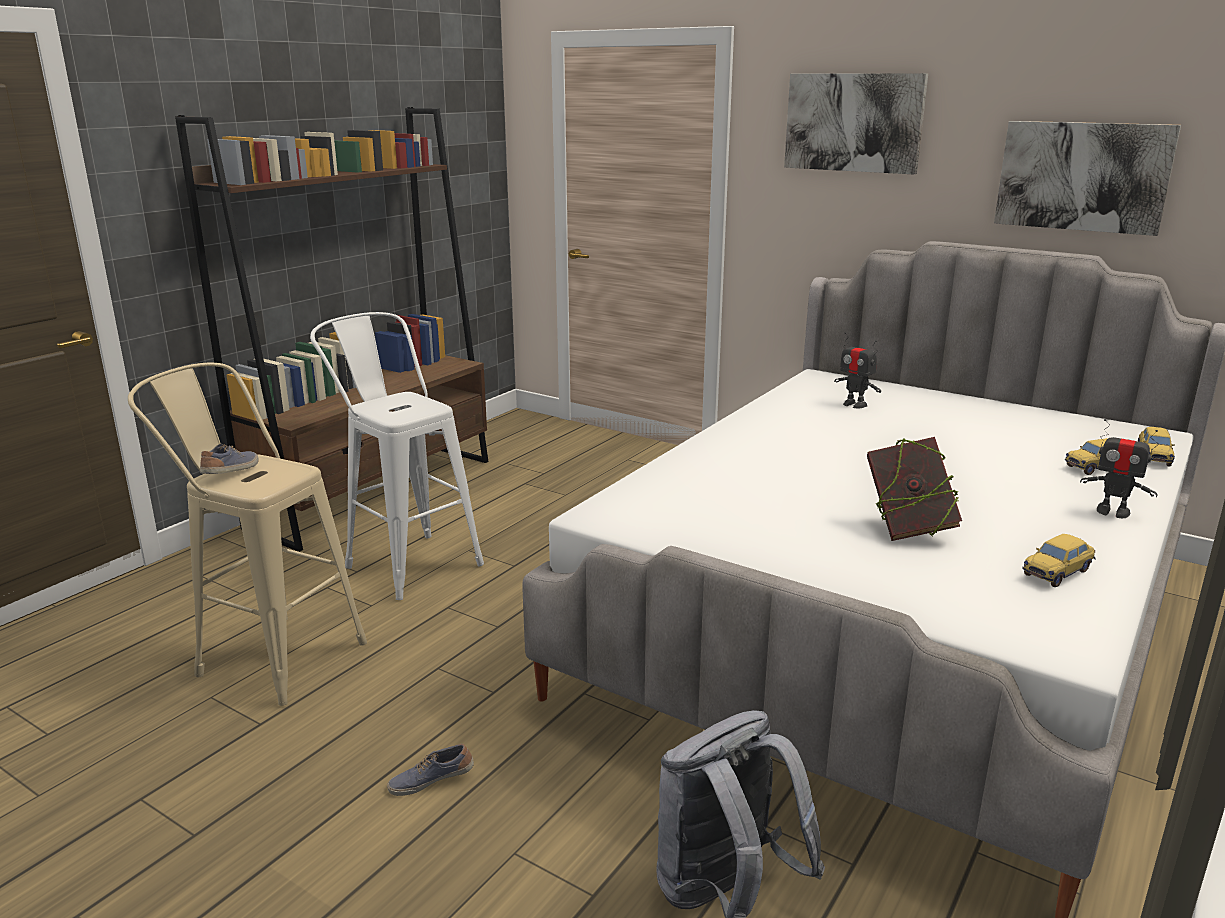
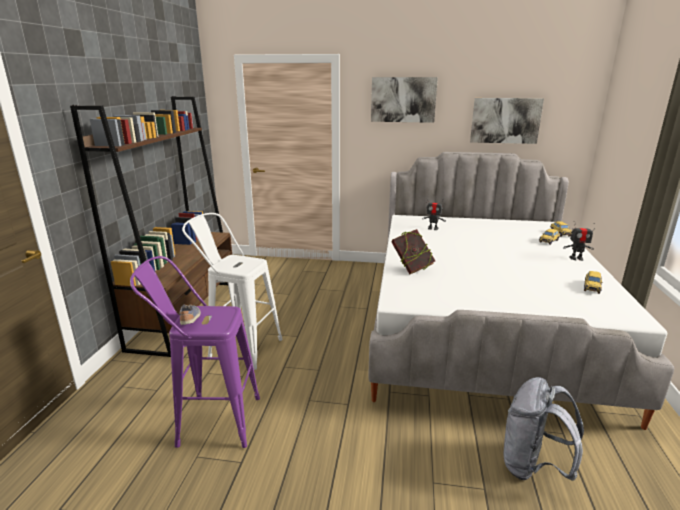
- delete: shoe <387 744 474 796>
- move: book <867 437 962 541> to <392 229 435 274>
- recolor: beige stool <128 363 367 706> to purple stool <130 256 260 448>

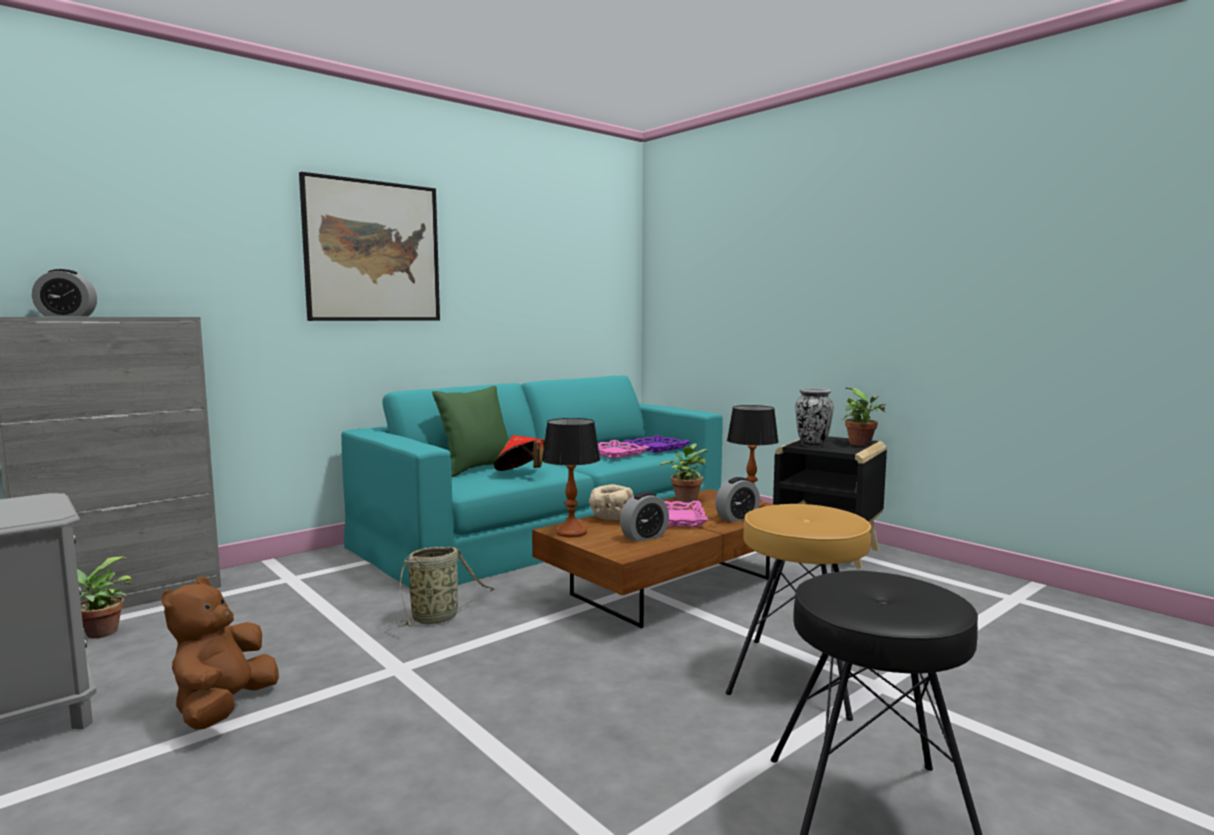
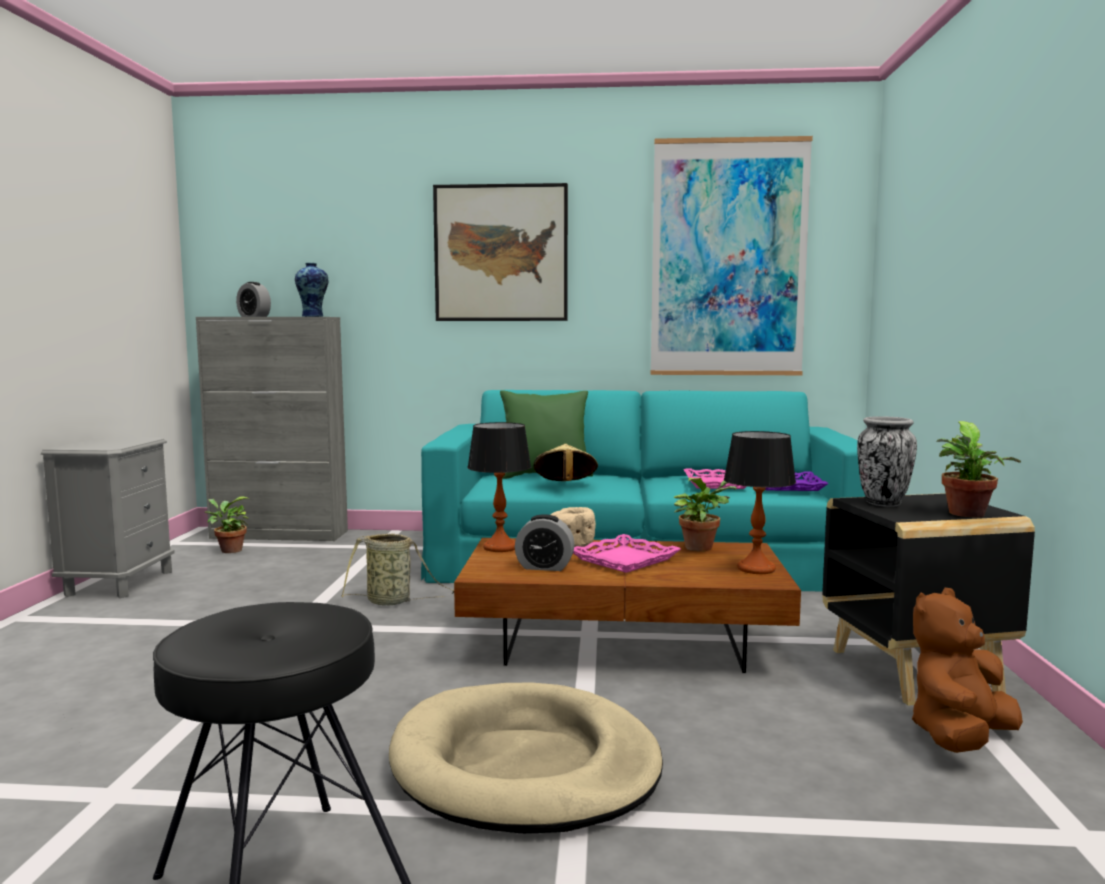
- delete: alarm clock <715 477 760 522>
- insert: vase <295 263 329 317>
- insert: picture <650 136 813 375>
- move: brown plush toy <161 576 279 730> to <912 588 1023 753>
- replace: brown stool <726 504 871 721> to beige dog bed <389 683 663 834>
- recolor: red hat <494 435 545 471> to beige hat <533 444 598 481>

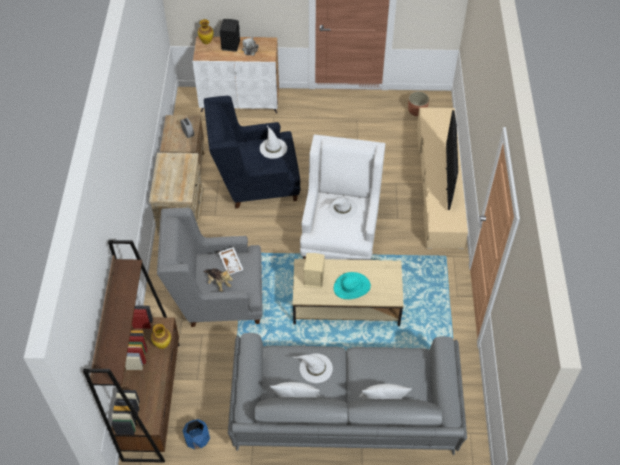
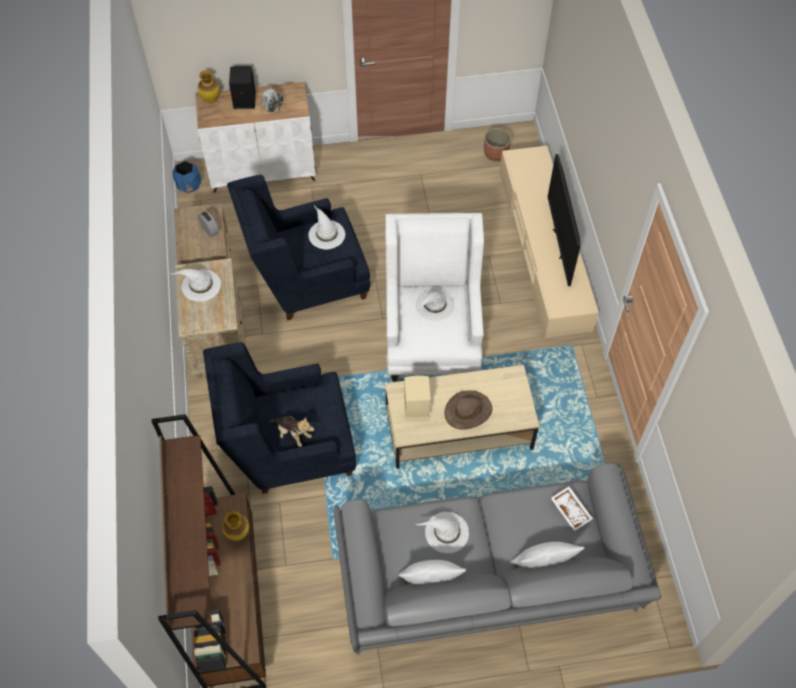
- insert: white hat <170 269 221 302>
- move: blue planter <183 419 210 449> to <172 161 201 193>
- move: white tray <218 247 243 275> to <551 486 593 531>
- recolor: grey armchair <157 208 263 327> to blue armchair <203 342 356 494>
- recolor: turquoise hat <334 272 371 299> to brown hat <445 390 492 430>

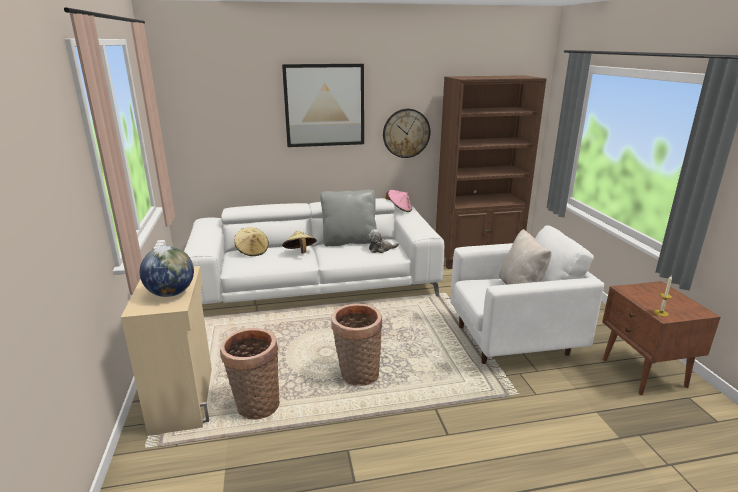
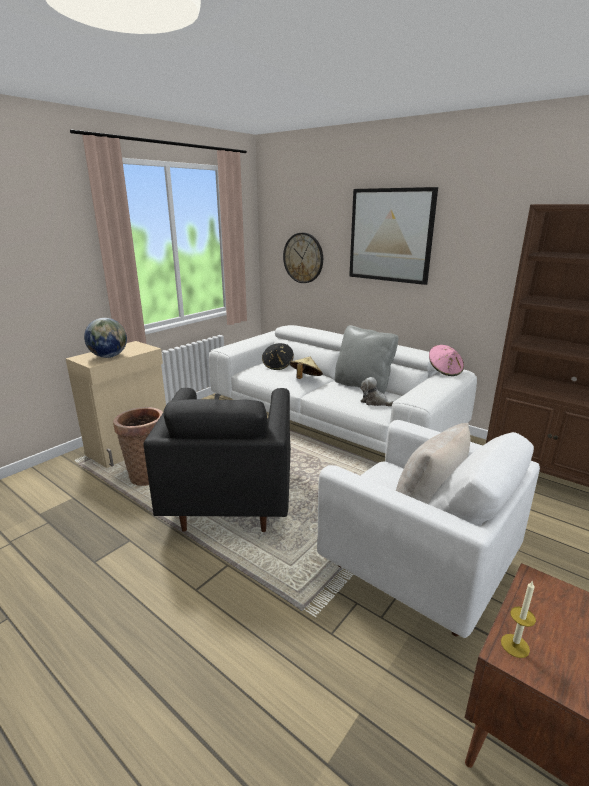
- move: wall clock <383 109 430 158> to <283 233 323 283>
- replace: basket <331 304 383 386> to black armchair <144 388 291 532>
- recolor: beige hat <234 227 269 256> to black hat <262 343 294 370>

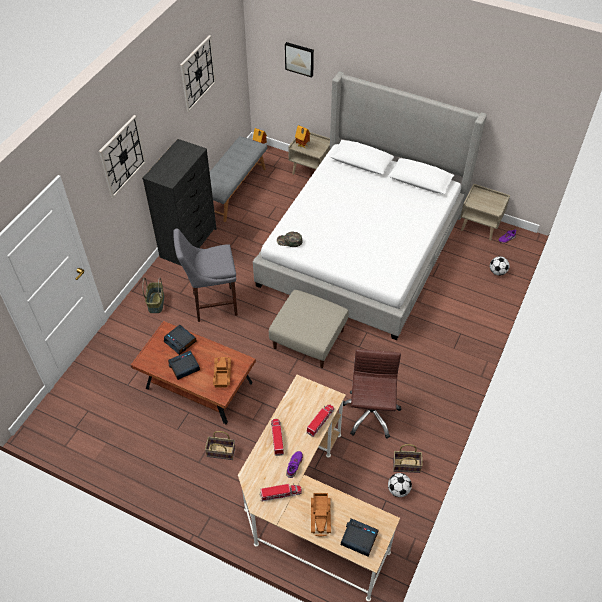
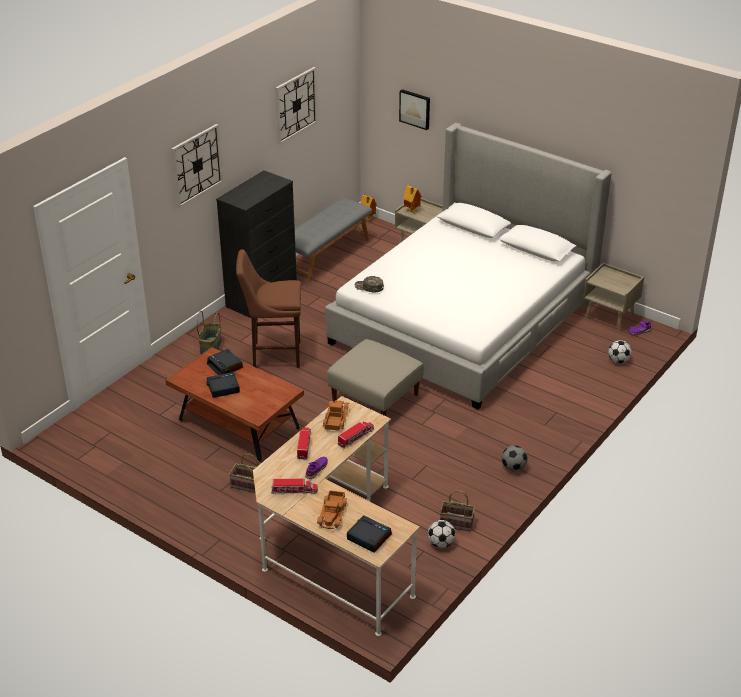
- delete: brown office chair <343 349 402 439>
- insert: football <502 445 528 471>
- move: toy truck <213 357 231 387> to <323 400 349 431>
- recolor: grey stool <173 229 238 322> to brown stool <236 249 301 368>

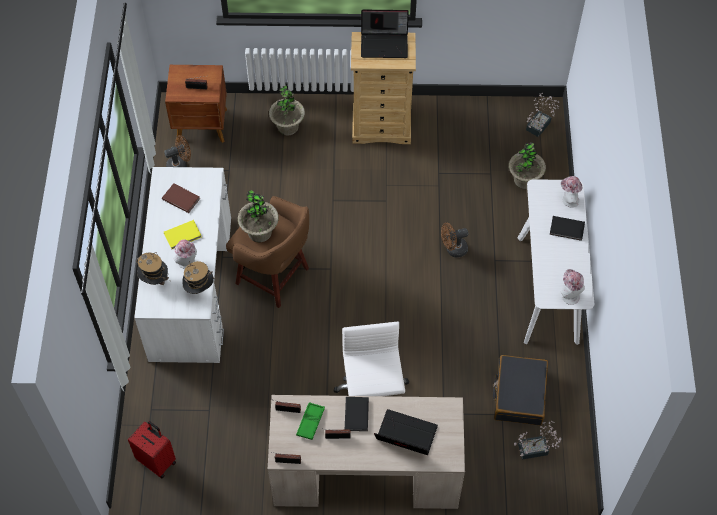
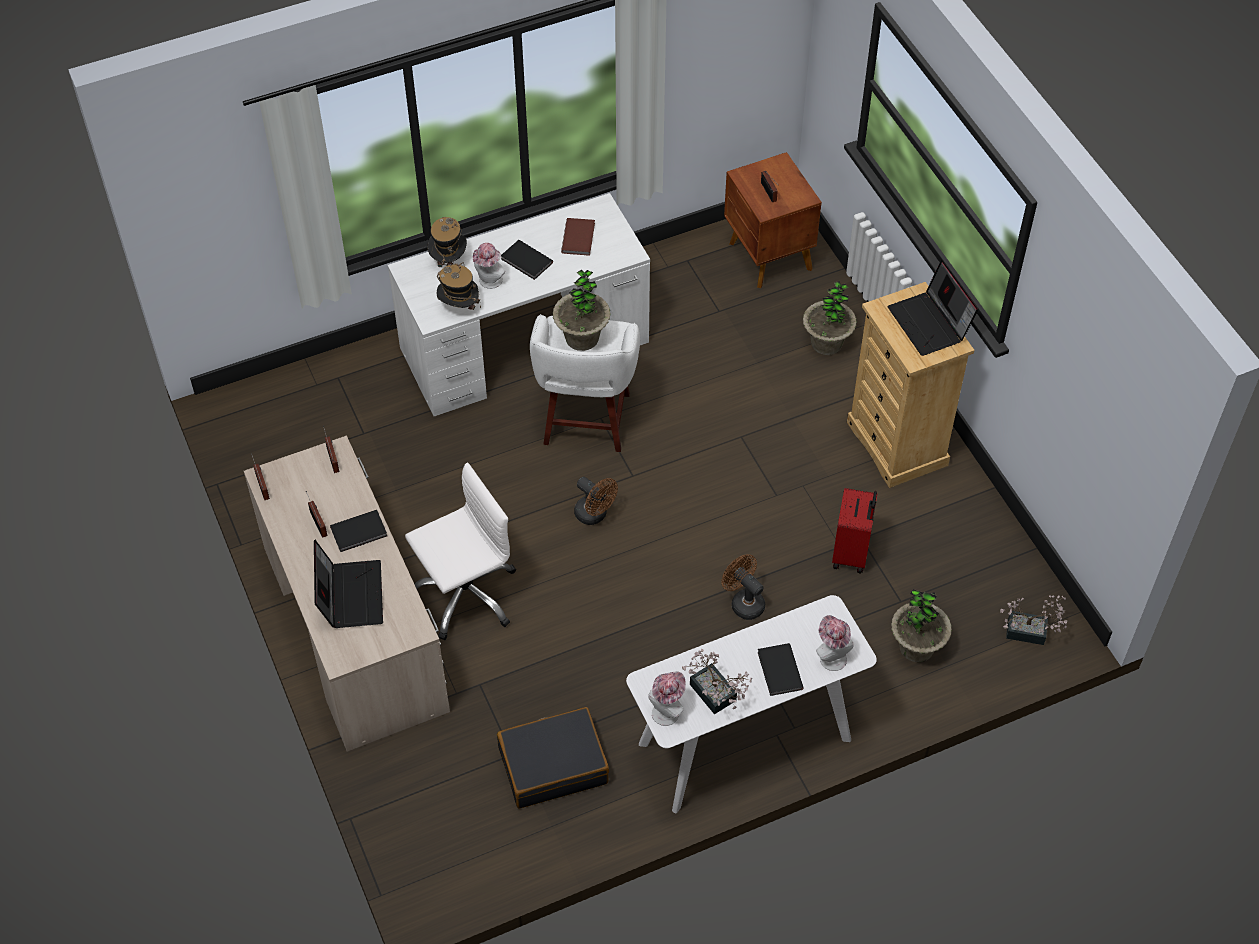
- delete: green tray <296 402 325 440>
- move: red suitcase <128 421 176 479> to <832 488 877 573>
- move: brown fan <164 135 191 167> to <574 477 618 525>
- move: potted plant <514 421 561 460> to <682 649 752 714>
- recolor: yellow book <164 220 202 249> to black book <501 240 553 280>
- recolor: brown stool <226 196 309 308> to white stool <530 314 640 452>

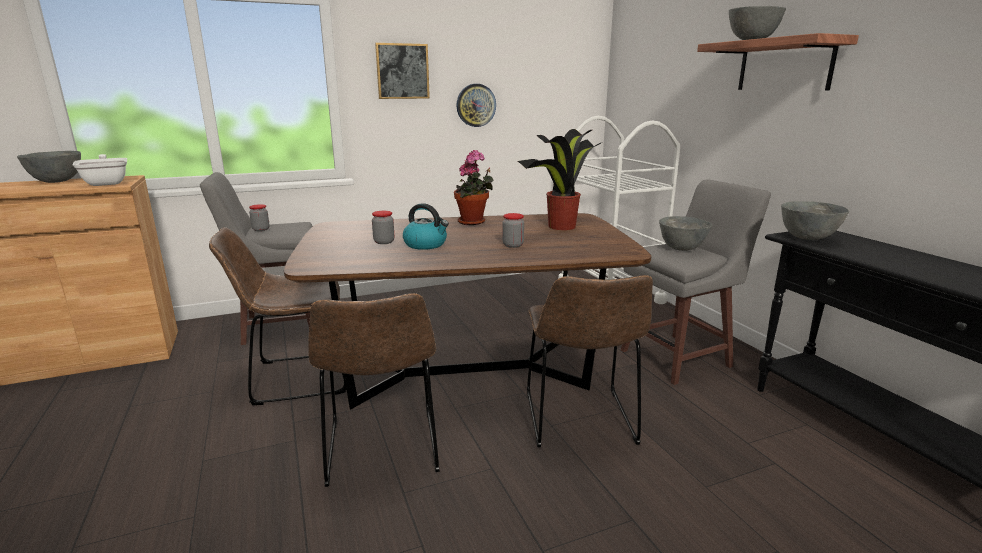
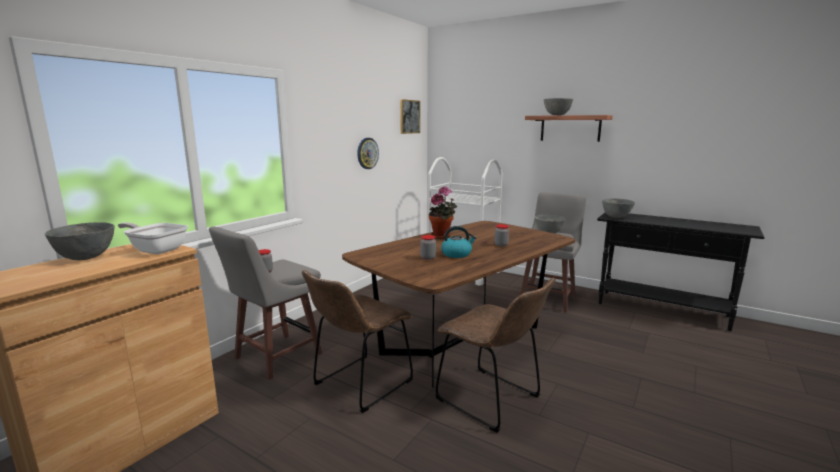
- delete: potted plant <518 129 603 230>
- delete: brown chair <527 275 653 447>
- move: picture <375 43 430 99> to <400 99 420 134>

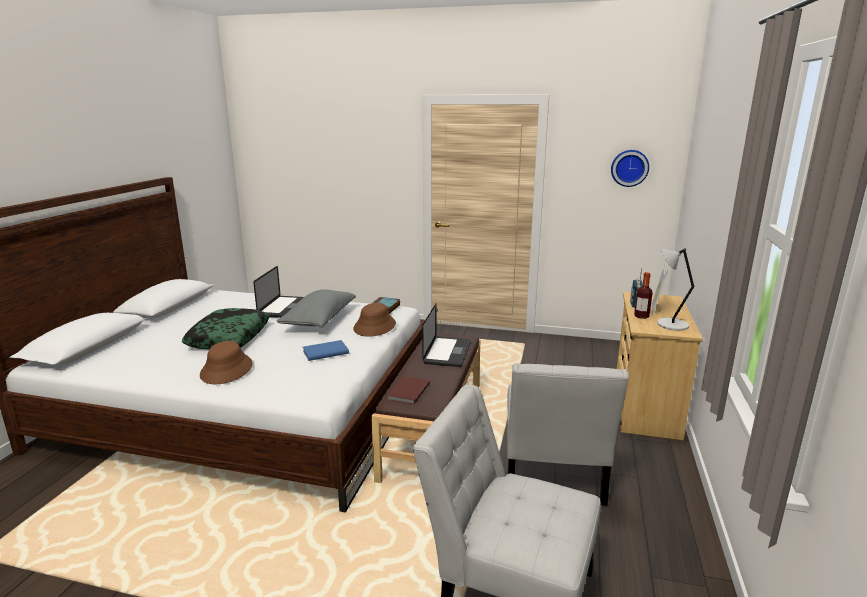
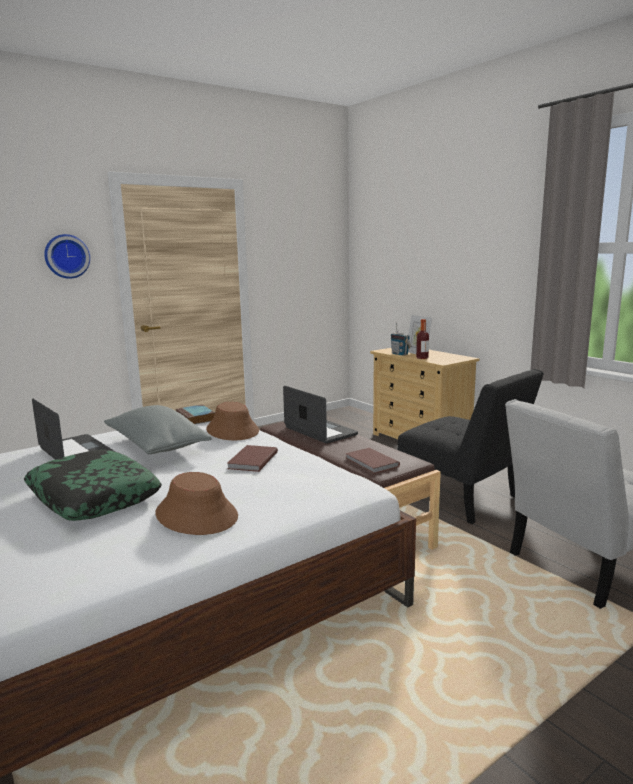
- delete: grey table lamp <657 248 695 331>
- move: wall clock <611 150 649 187> to <44 234 90 279>
- recolor: blue book <303 340 349 361> to brown book <227 445 278 472>
- recolor: white chair <507 363 629 506> to black chair <397 369 544 524>

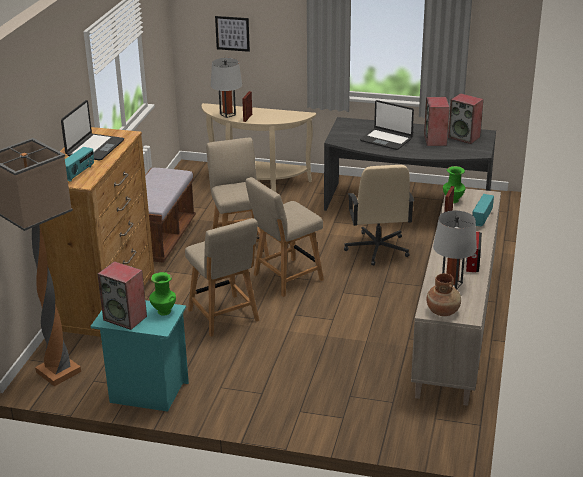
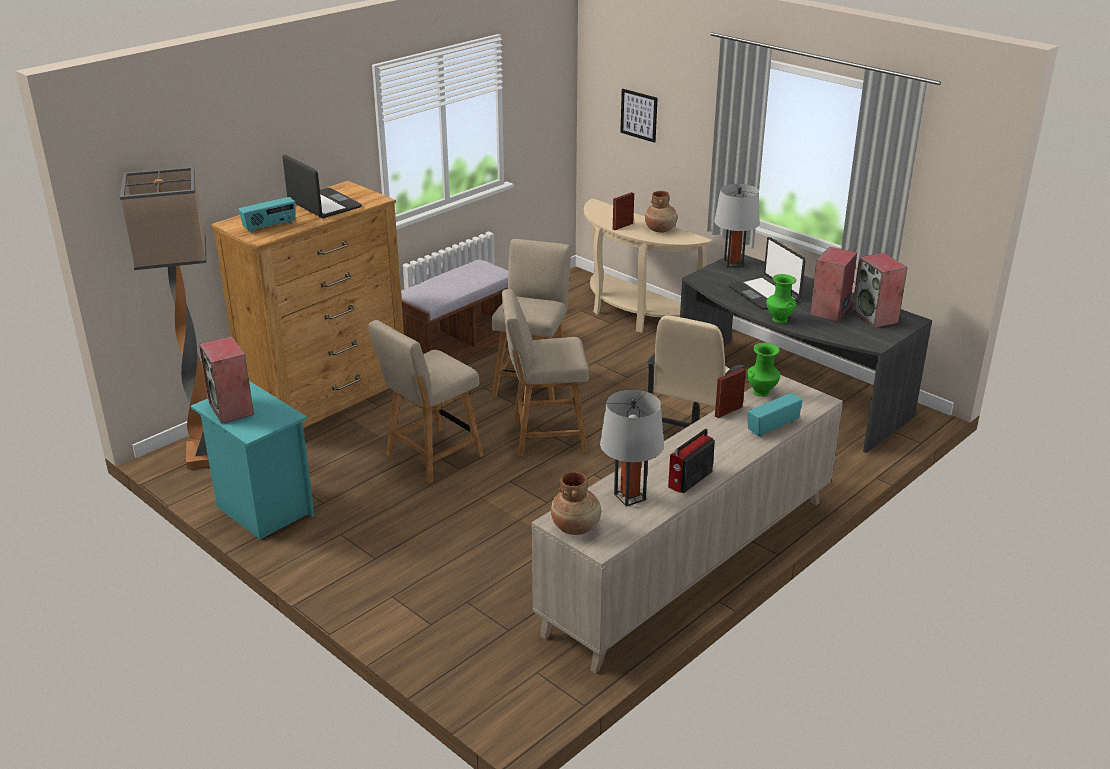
- insert: brown vase <645 191 678 232>
- move: green vase <149 272 176 316> to <766 274 796 323>
- move: grey table lamp <211 58 242 118> to <714 184 760 268>
- rotate: laptop <61 100 124 161> = <282 155 362 218> 90 degrees counterclockwise
- rotate: beige chair <185 218 259 337> = <368 320 484 483> 45 degrees clockwise

